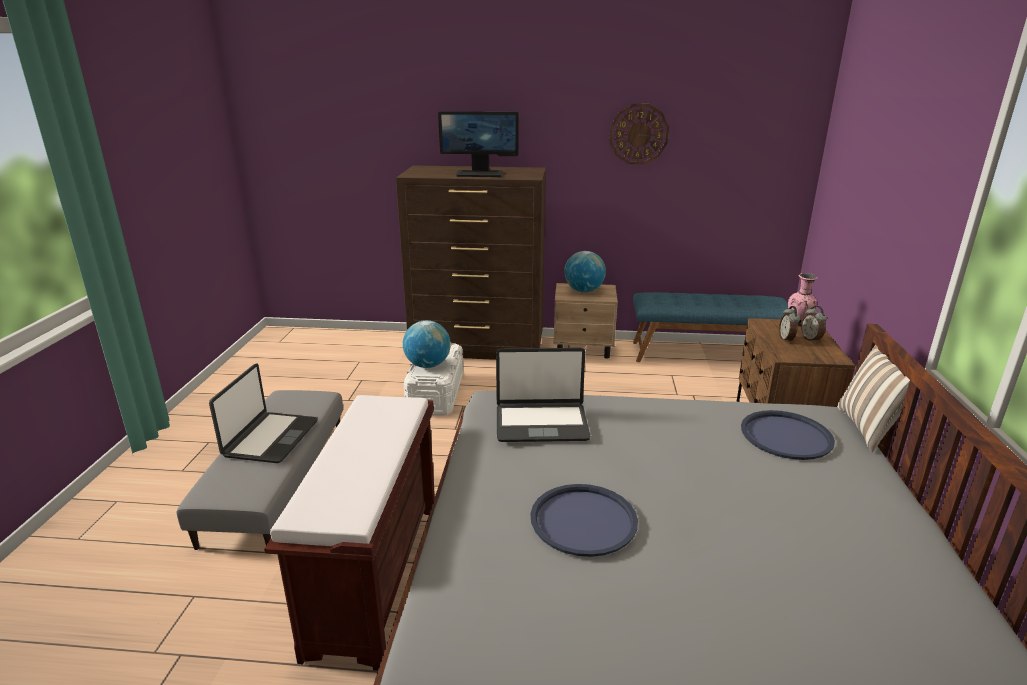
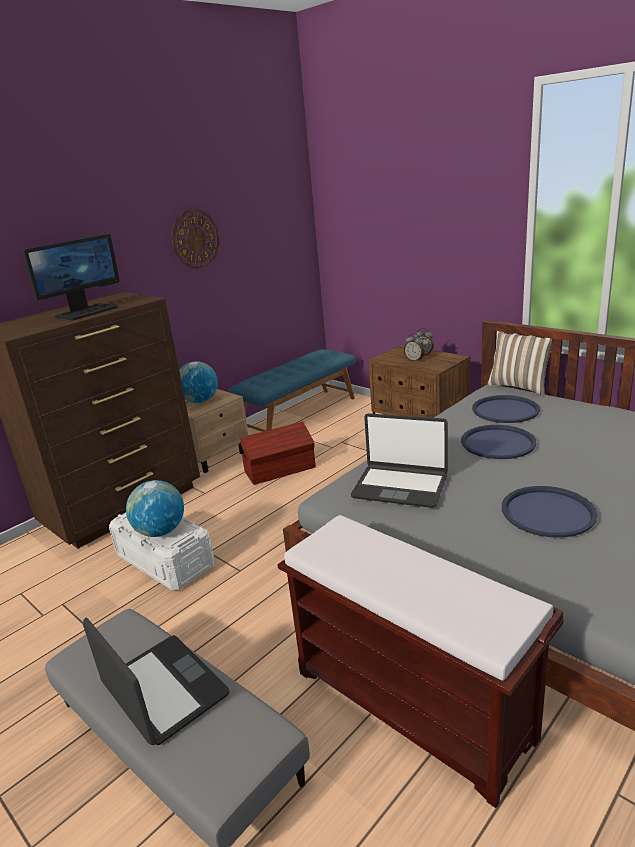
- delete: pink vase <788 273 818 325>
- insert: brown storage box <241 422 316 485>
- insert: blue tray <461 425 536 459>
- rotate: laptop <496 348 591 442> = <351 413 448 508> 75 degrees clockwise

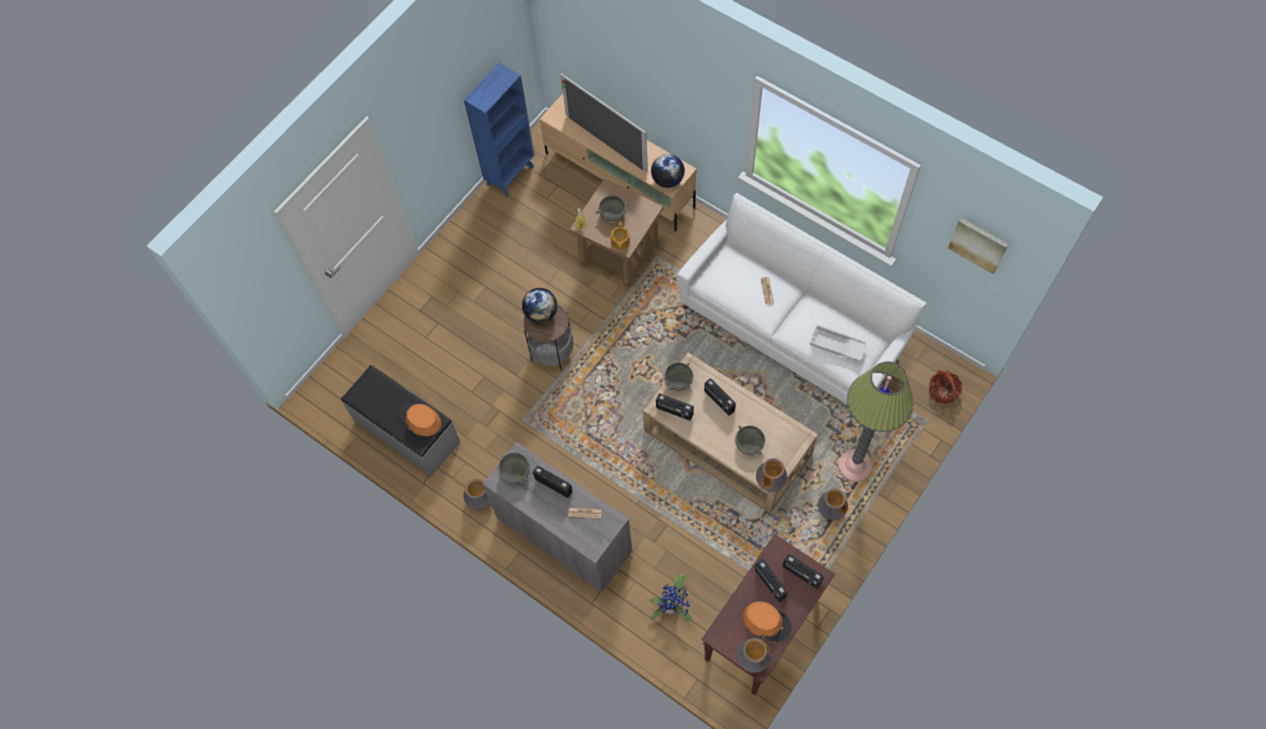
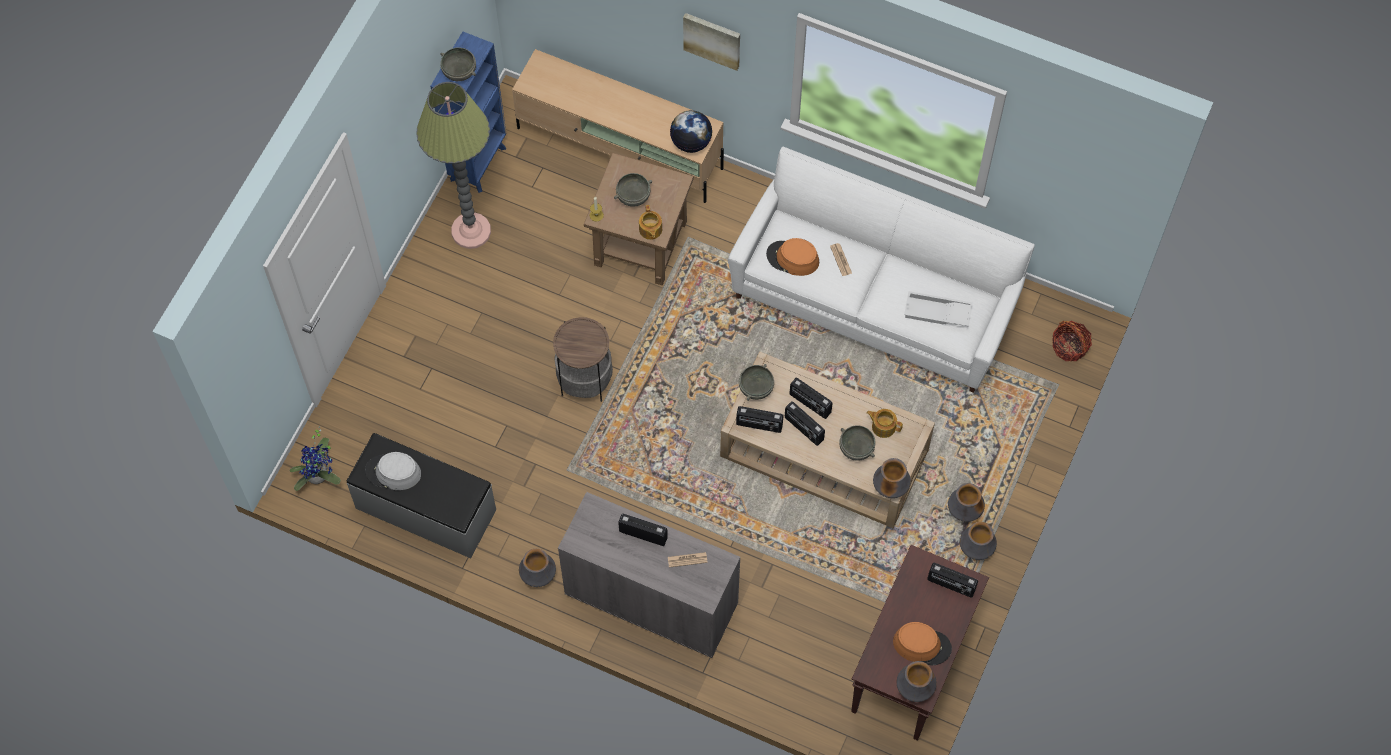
- delete: globe <522 288 558 323>
- delete: television <561 74 648 173>
- insert: grey hat <365 452 421 490>
- insert: teapot <866 409 903 438>
- insert: vase <960 522 997 560>
- move: orange hat <399 403 441 436> to <766 238 819 276>
- move: grey bowl <498 452 530 483> to <440 47 476 81>
- move: potted plant <650 572 692 622> to <290 426 341 491>
- move: radio <755 559 788 602> to <785 401 825 446>
- move: floor lamp <838 362 914 482> to <416 82 491 249>
- move: picture <948 218 1009 274> to <683 13 740 71>

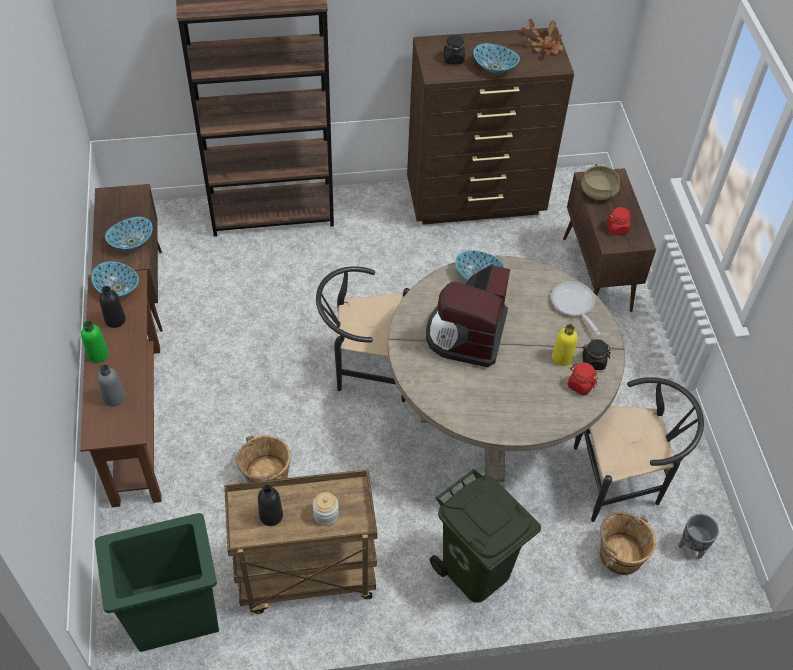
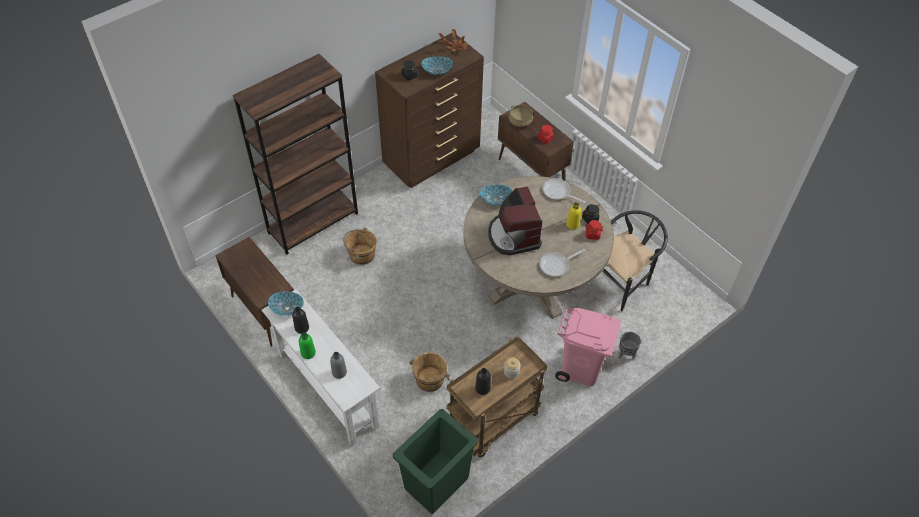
- delete: bowl <105 217 153 250>
- delete: black chair <316 266 410 402>
- insert: frying pan <539 249 585 277>
- move: brown bucket <600 512 656 575> to <343 228 377 265>
- move: grey planter <678 514 719 559> to <619 332 641 359>
- recolor: brown console table <80 270 162 507> to white console table <262 289 380 446>
- recolor: green trash can <430 469 541 603> to pink trash can <555 308 621 386>

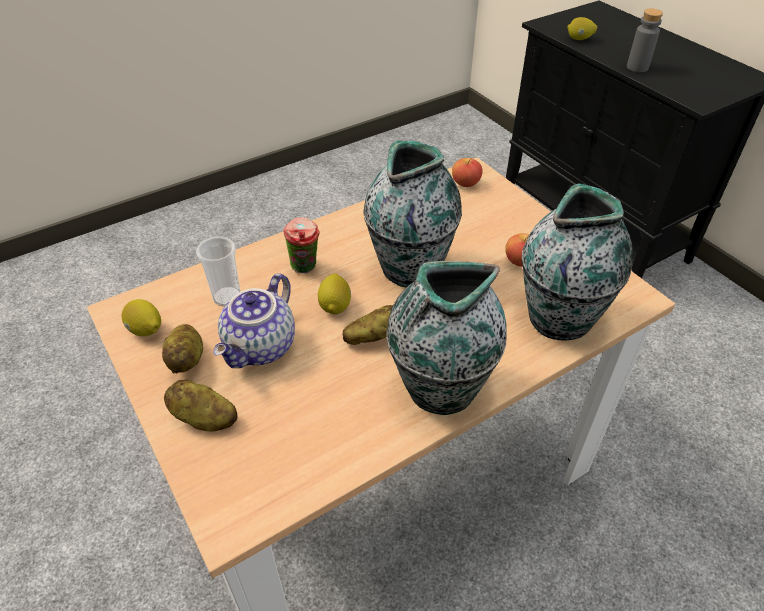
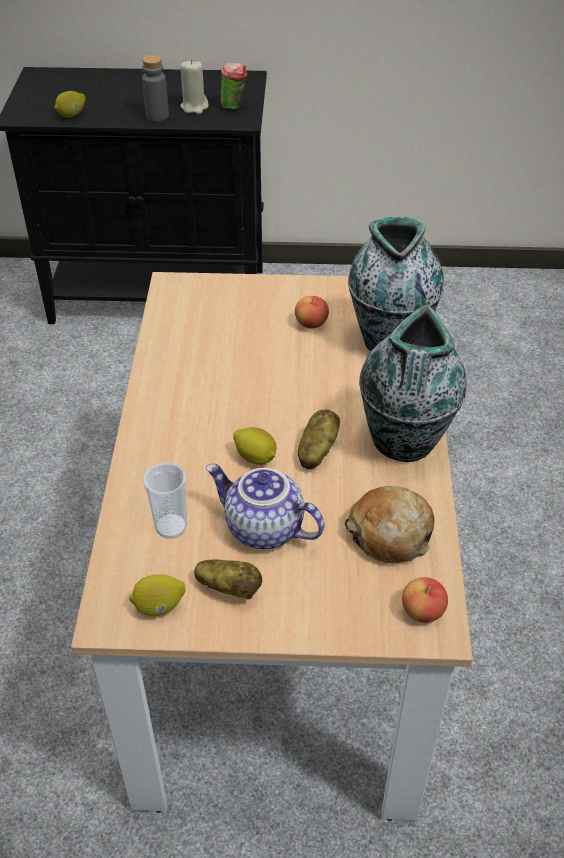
- delete: potato <164 379 238 431>
- delete: vase <363 141 462 288>
- insert: beige candle <180 60 209 114>
- insert: bread <345 486 435 564>
- move: cup <283 217 320 273> to <221 63 248 109>
- move: apple <452 158 483 187> to <402 577 448 623>
- rotate: teapot <213 273 295 368> = <206 464 325 549> 150 degrees clockwise

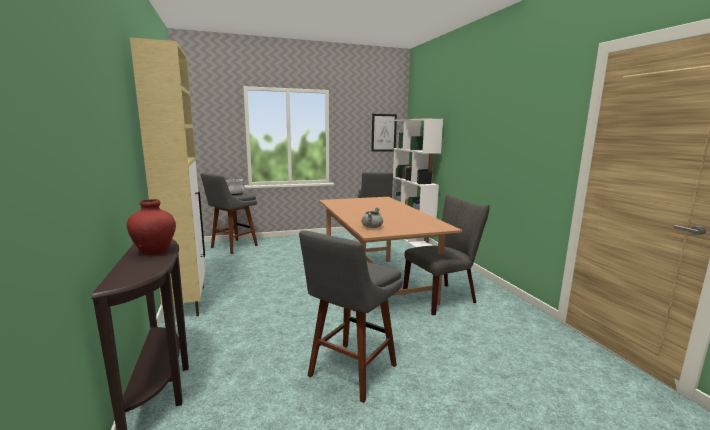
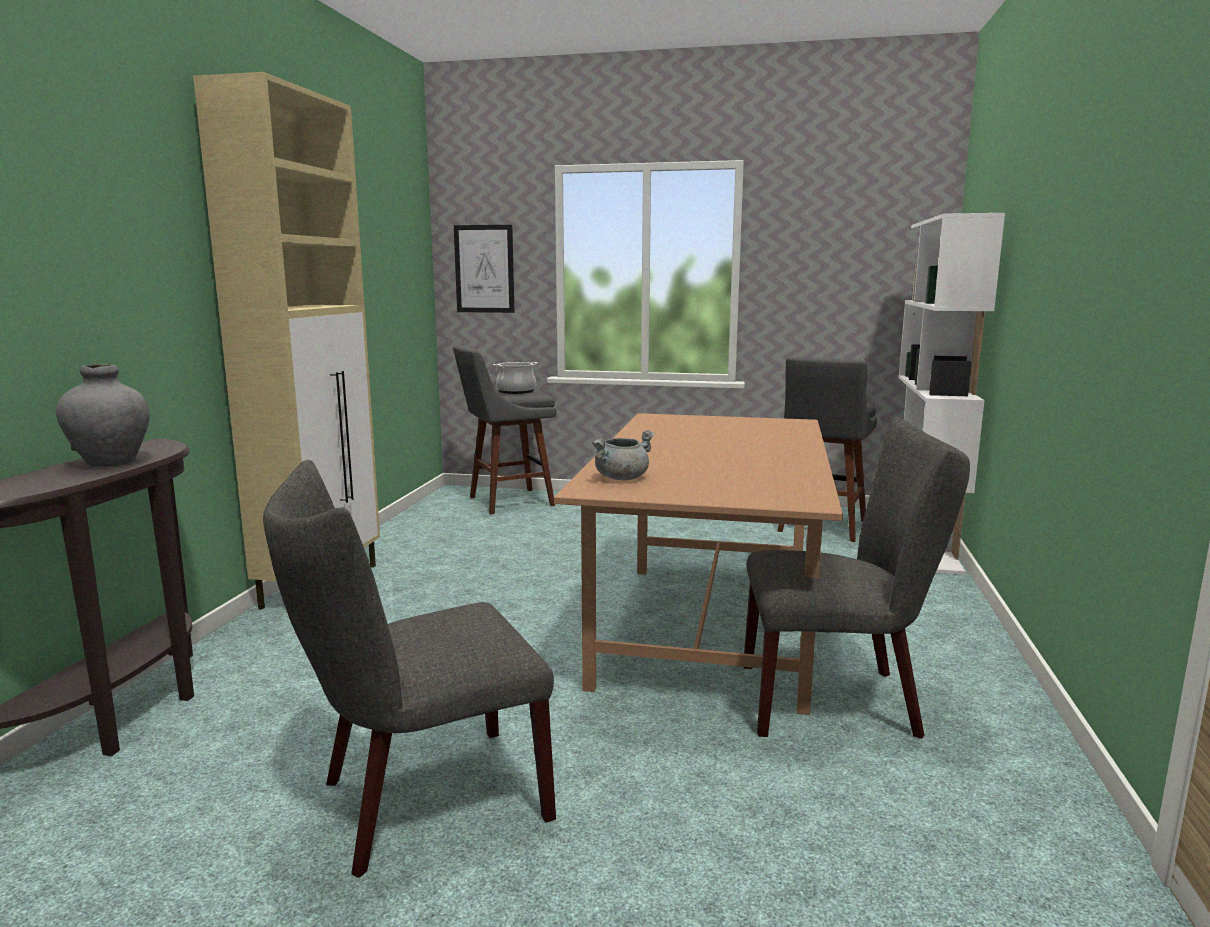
- move: picture <371 114 397 152> to <454 225 515 313>
- replace: grey stool <299 230 403 403> to grey chair <263 460 556 878>
- recolor: red vase <127 199 176 255> to grey vase <56 364 150 467>

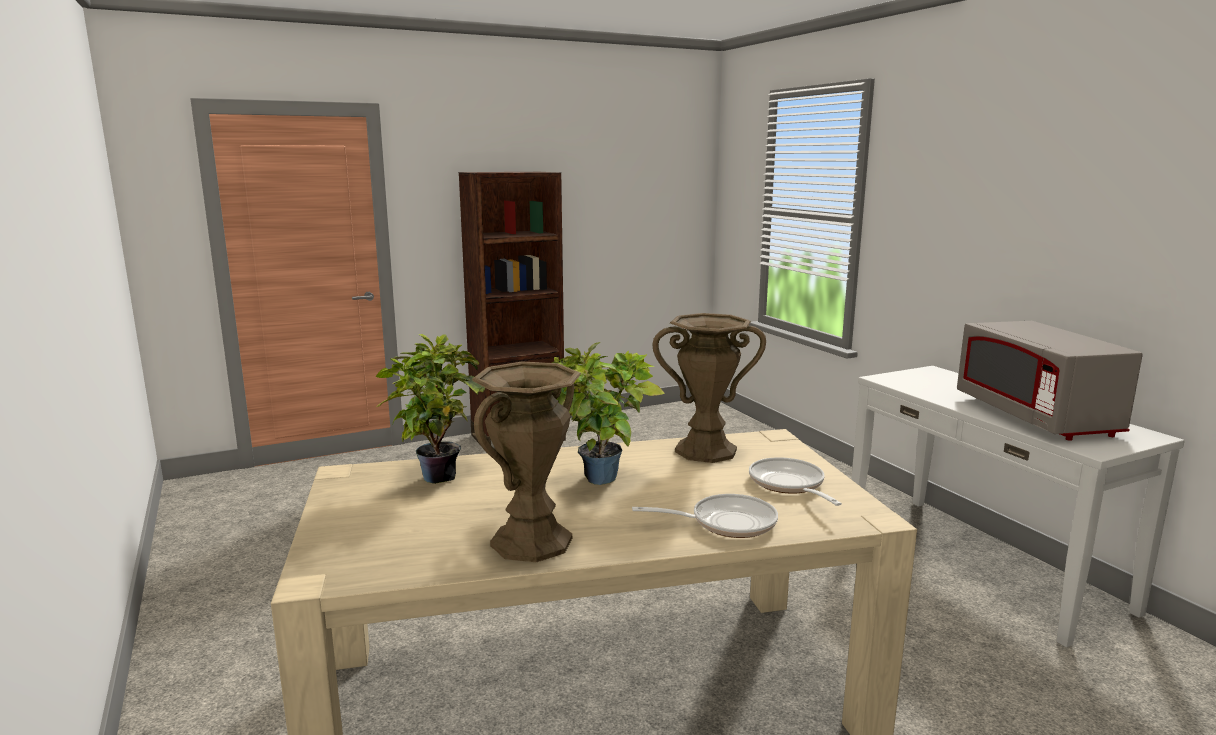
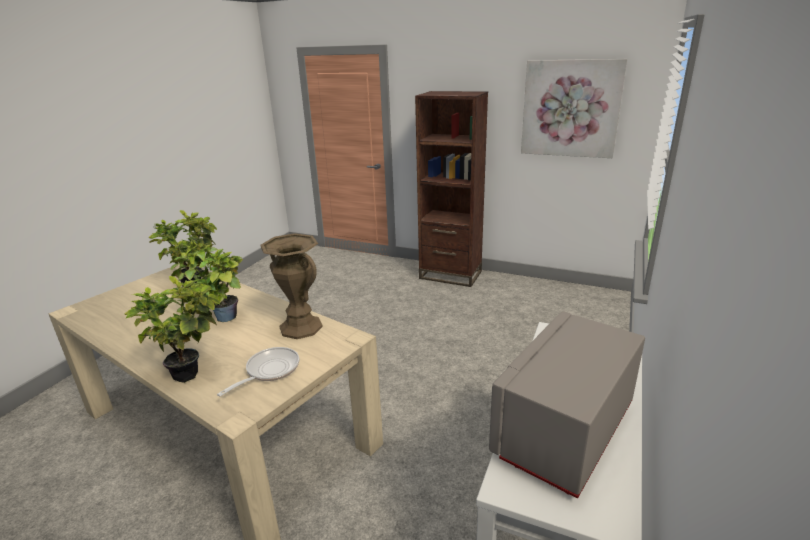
- delete: brown vase <472 362 581 562>
- insert: picture <521 59 627 158>
- replace: frying pan <632 494 778 538> to potted plant <124 276 220 383>

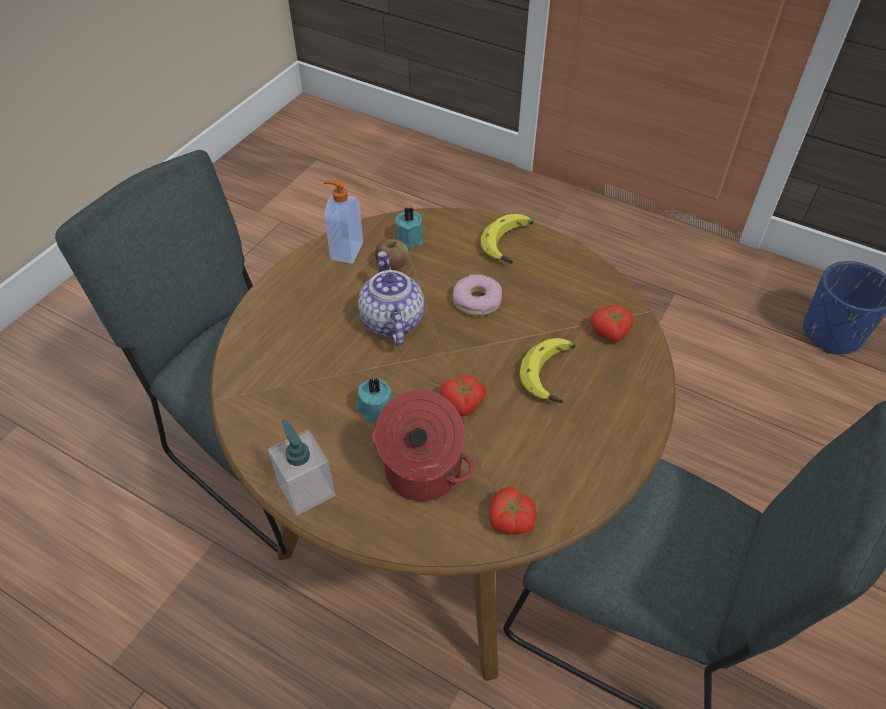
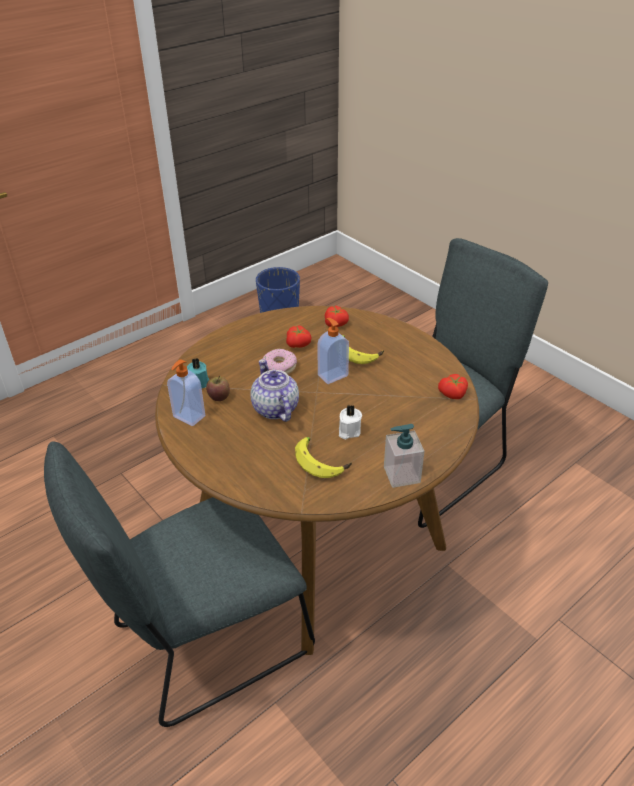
- delete: cooking pot <371 390 474 501>
- insert: soap dispenser <317 318 349 384>
- move: tomato <440 375 486 416> to <286 326 311 348>
- move: banana <481 214 533 264> to <295 437 352 478>
- recolor: turquoise candle <356 377 392 422> to white candle <339 405 362 439>
- rotate: teapot <358 251 424 346> = <250 359 299 422> 60 degrees clockwise

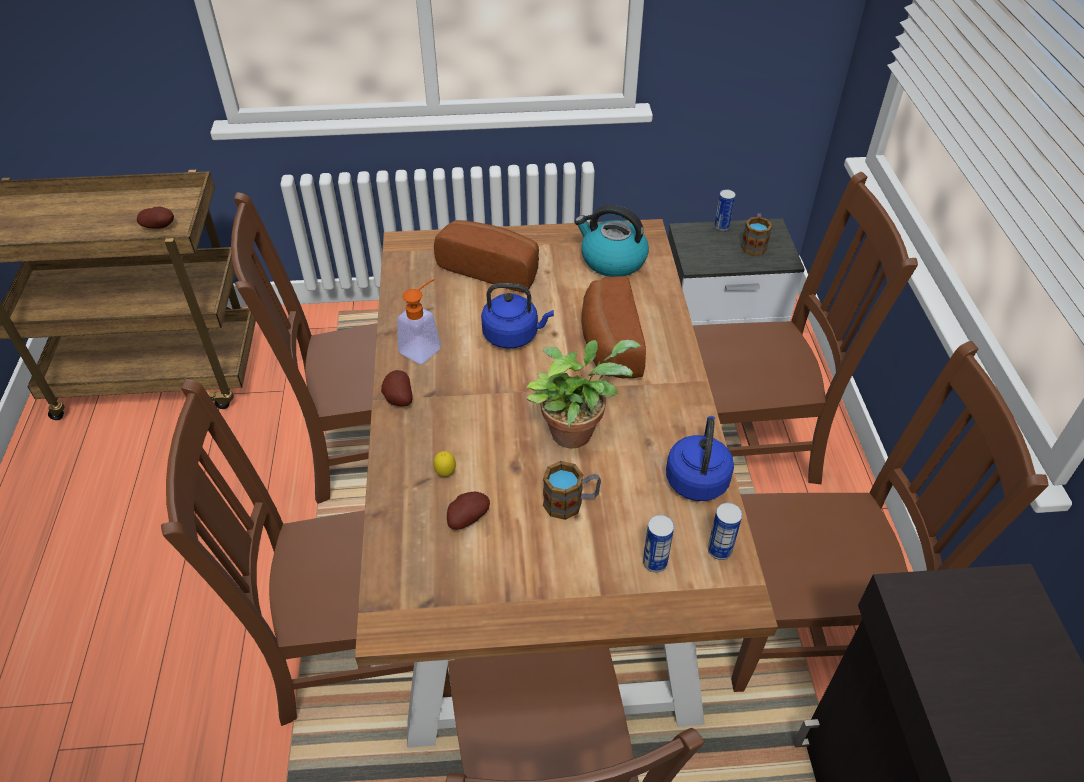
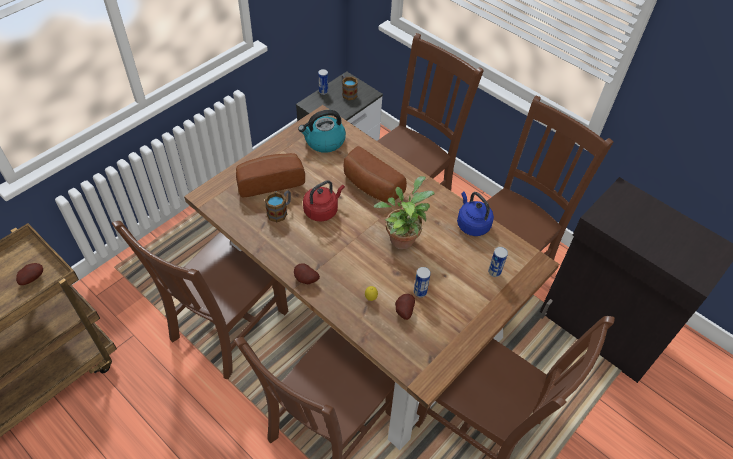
- delete: soap dispenser <397 279 441 364>
- move: mug <543 461 601 520> to <265 190 291 222>
- move: can <708 503 742 560> to <414 267 431 297>
- recolor: blue kettle <481 283 554 349> to red kettle <303 180 345 221>

